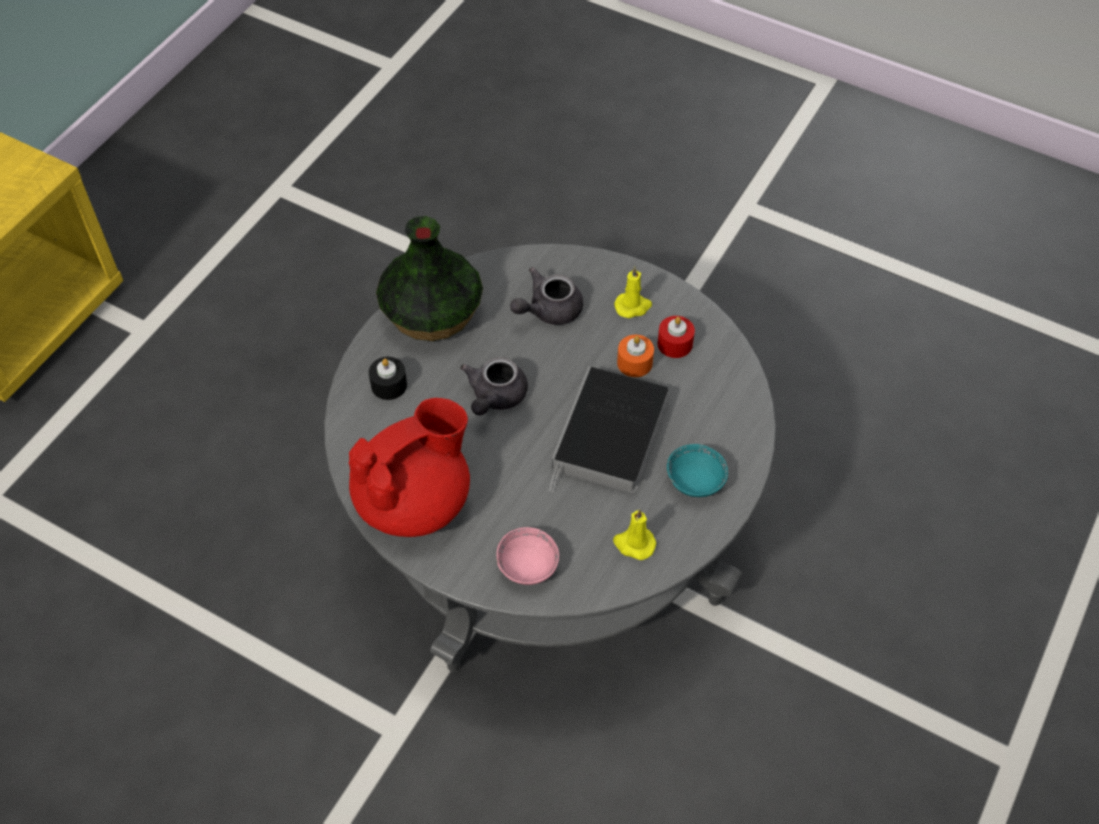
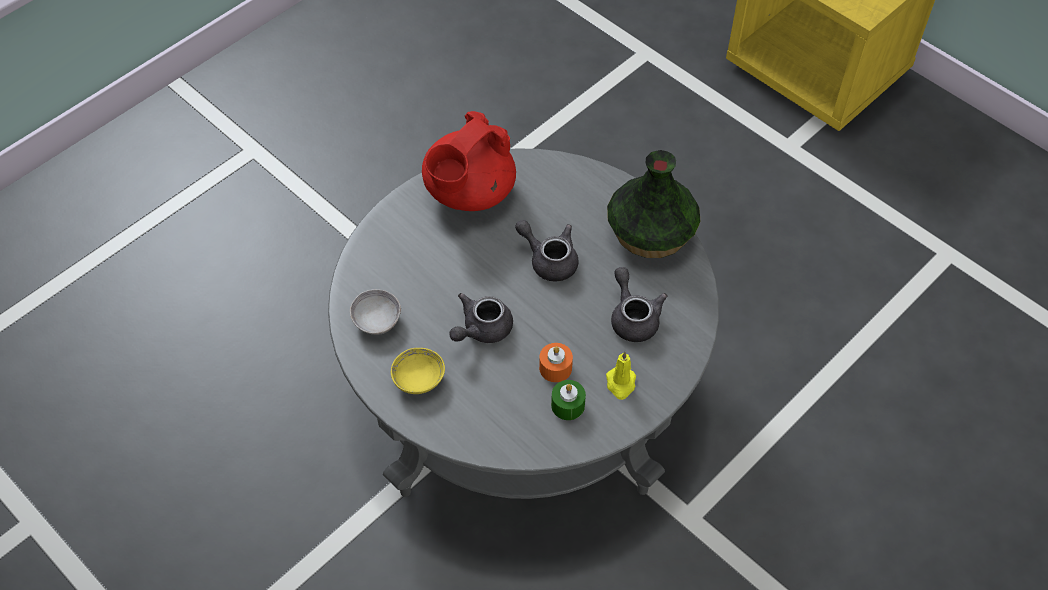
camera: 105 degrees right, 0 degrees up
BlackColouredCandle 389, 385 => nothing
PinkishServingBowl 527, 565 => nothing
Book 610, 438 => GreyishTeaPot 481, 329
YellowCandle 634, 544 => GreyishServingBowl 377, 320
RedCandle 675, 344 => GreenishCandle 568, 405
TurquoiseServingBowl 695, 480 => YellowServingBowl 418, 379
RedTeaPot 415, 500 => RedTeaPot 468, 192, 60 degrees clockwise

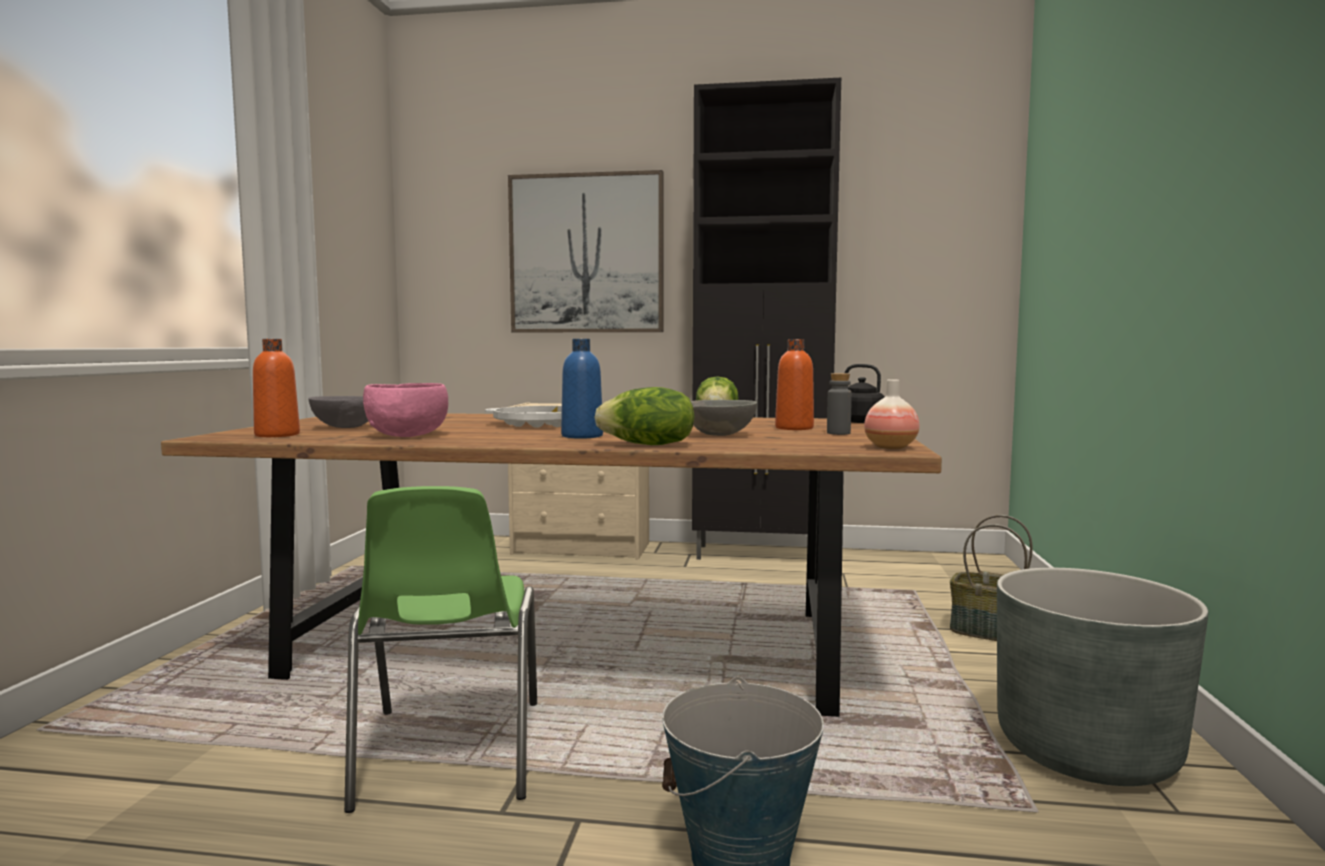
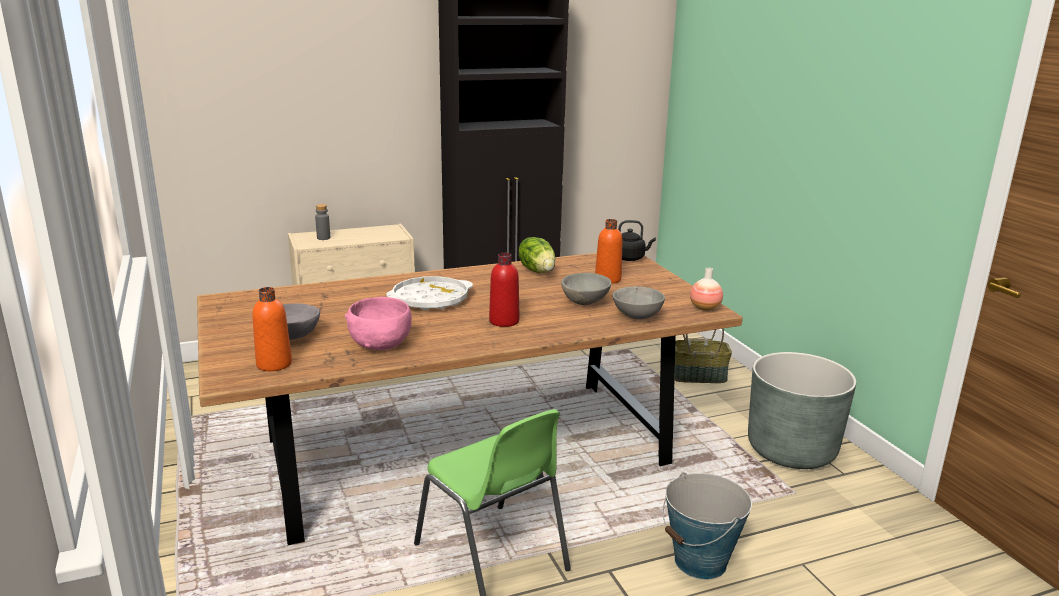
camera: 30 degrees left, 15 degrees up
WallArt 586, 254 => nothing
LettuceHead 648, 445 => nothing
nothing => GreyishServingBowl 636, 317
GreyishBeverageBottle 838, 433 => GreyishBeverageBottle 323, 238, move
BlueBeverageBottle 582, 436 => RedBeverageBottle 504, 321

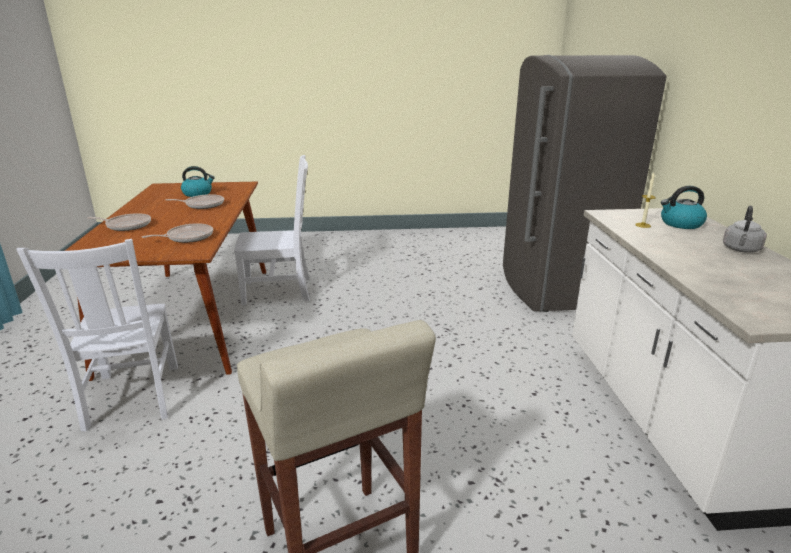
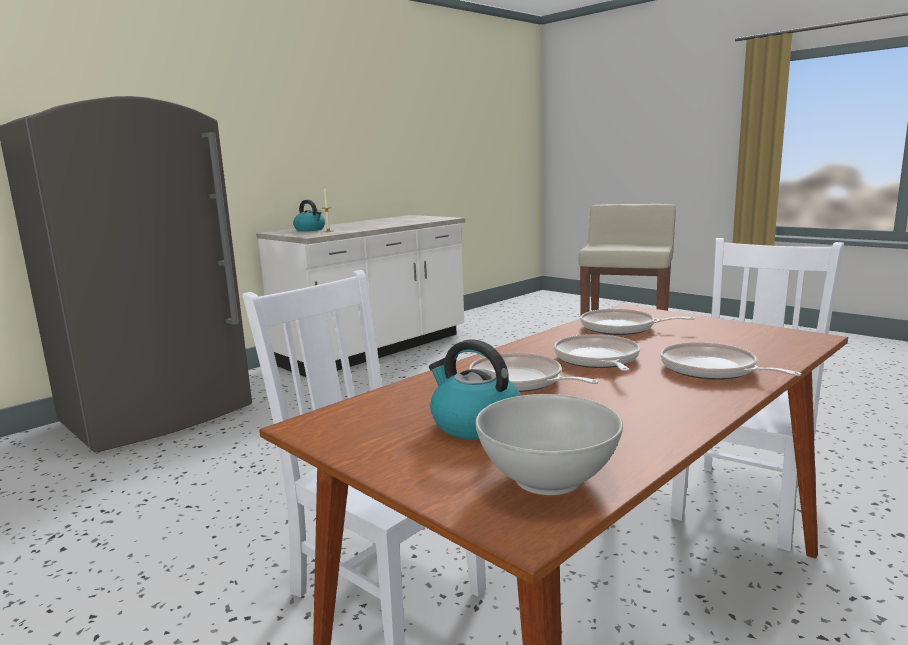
camera: 130 degrees left, 10 degrees down
GreyishTeaKettle 741, 250 => nothing
nothing => WhiteColouredServingBowl 547, 479
nothing => FryingPan 597, 360

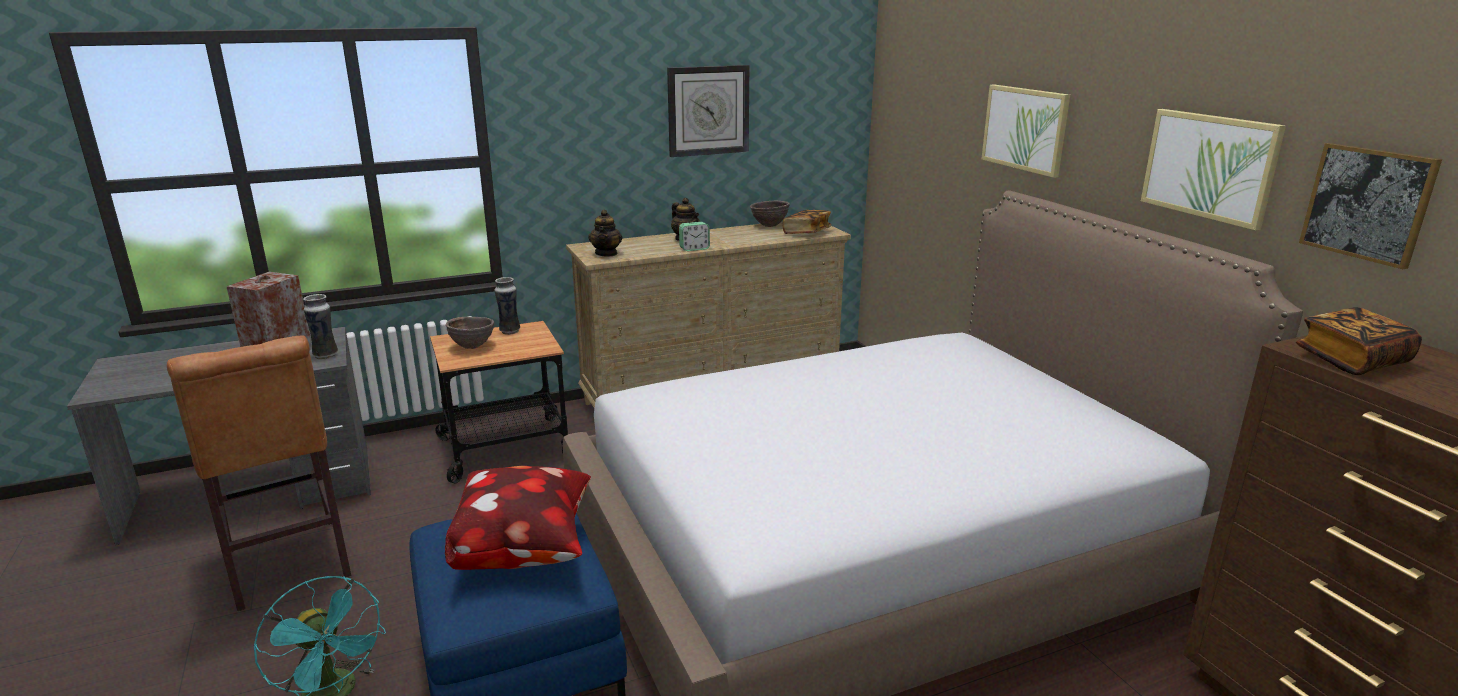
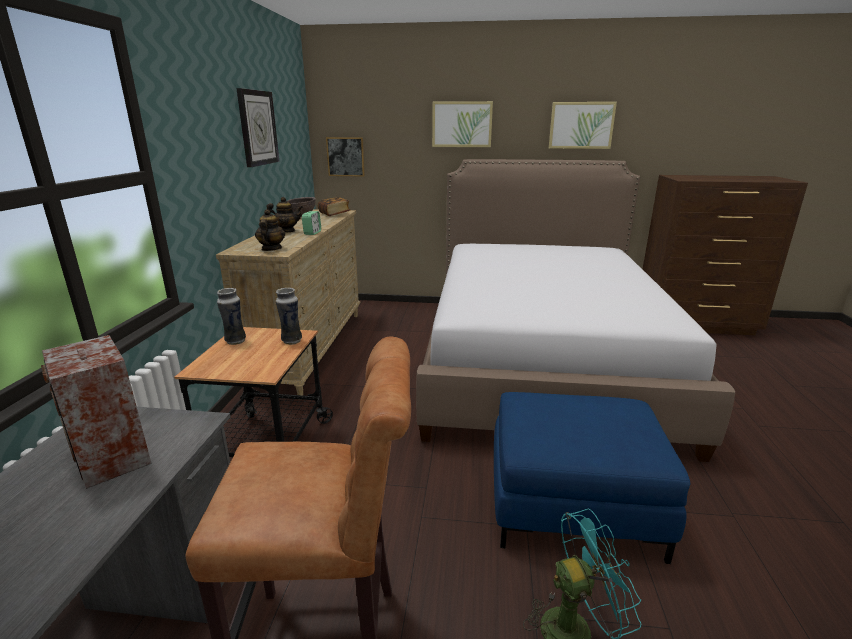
camera: 60 degrees left, 0 degrees up
Pillow 526, 549 => nothing
BrownColouredServingBowl 472, 347 => nothing
Book 1351, 360 => nothing
Vase 326, 355 => Vase 291, 341, move
WallArt 1367, 203 => WallArt 345, 156, move
TeaPot 606, 253 => TeaPot 271, 249, 120 degrees counterclockwise

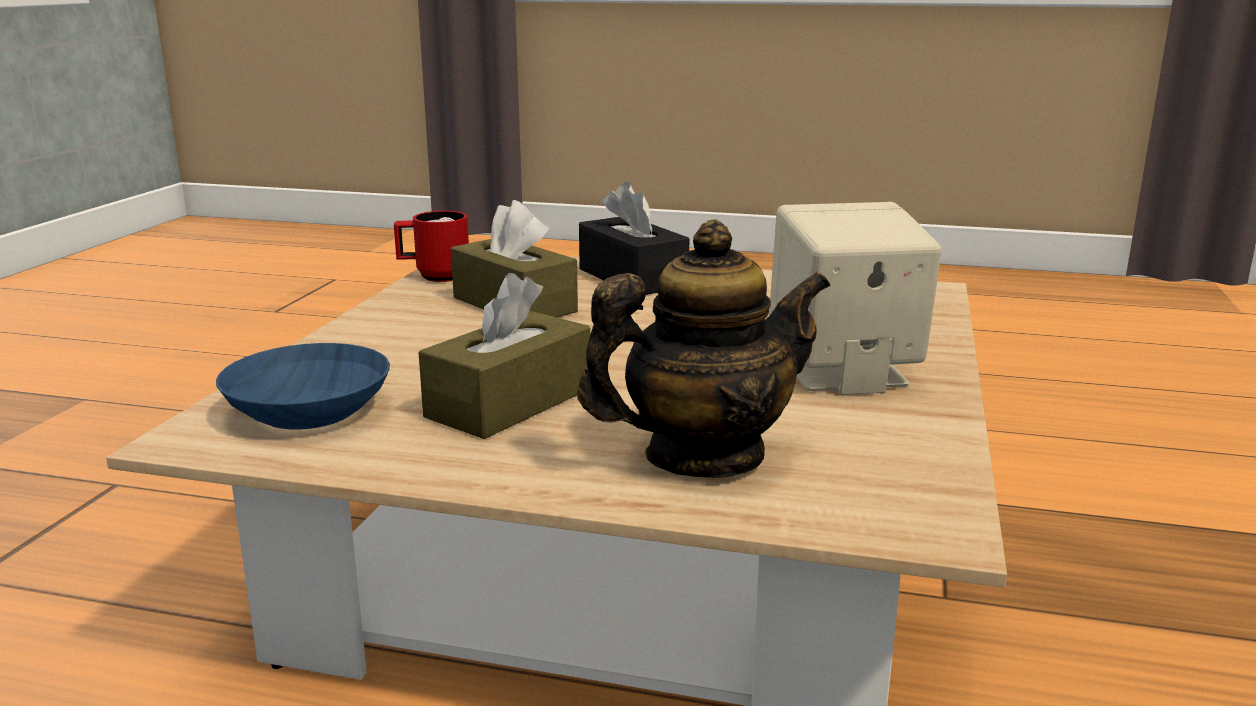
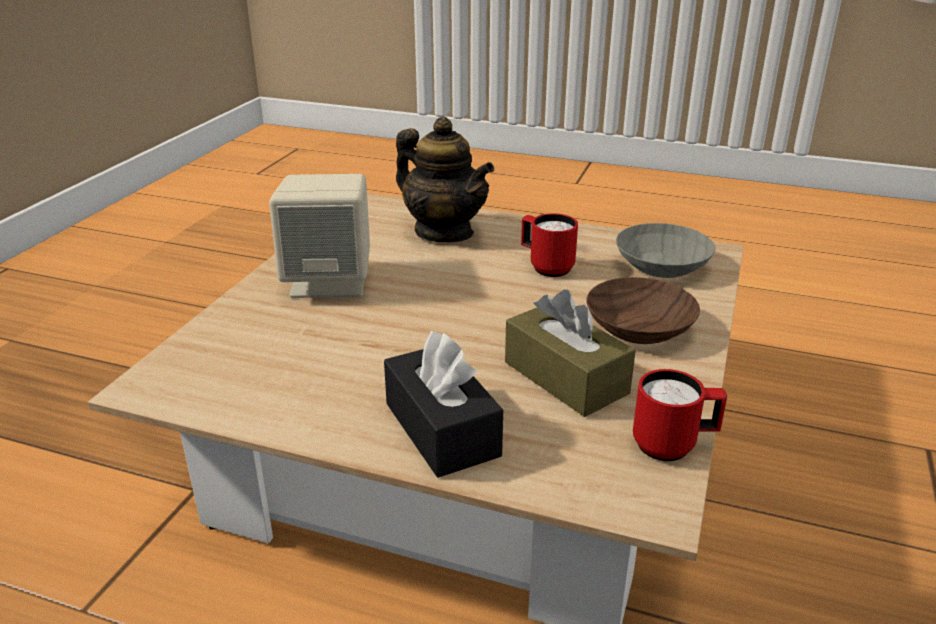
camera: 175 degrees left, 10 degrees up
nothing => BrownColouredServingBowl 641, 327
BrownColouredTissueBox 509, 403 => RedCoffeeMug 546, 267
BlueServingBowl 307, 413 => GreyishServingBowl 662, 264
TeaPot 703, 456 => TeaPot 444, 232, 120 degrees counterclockwise

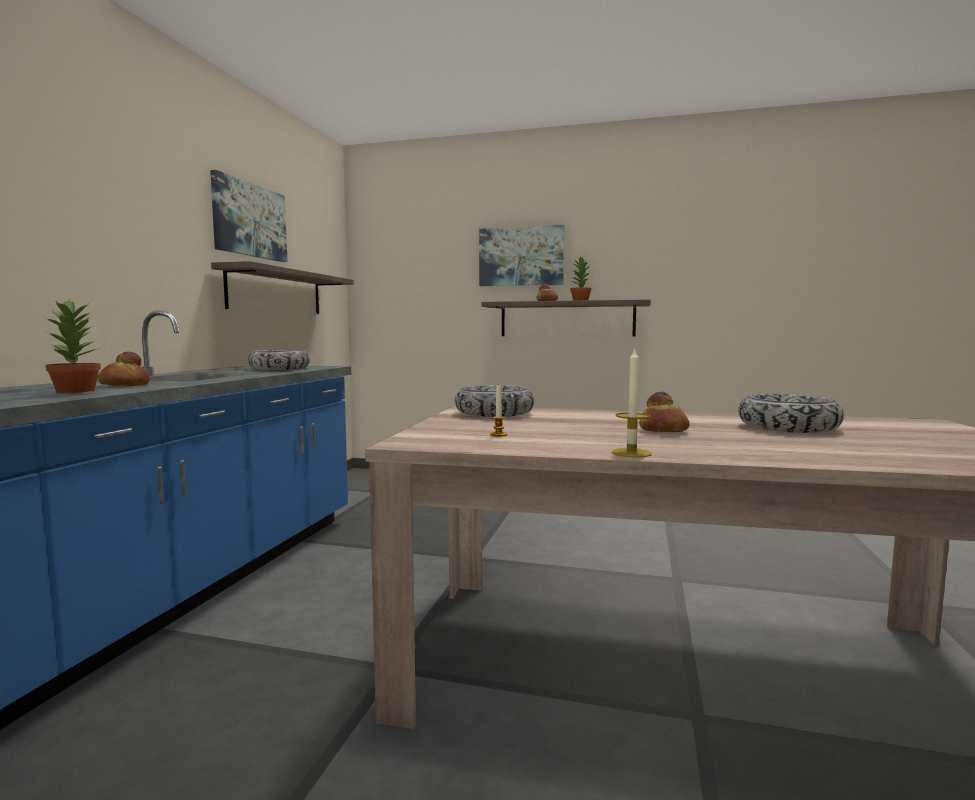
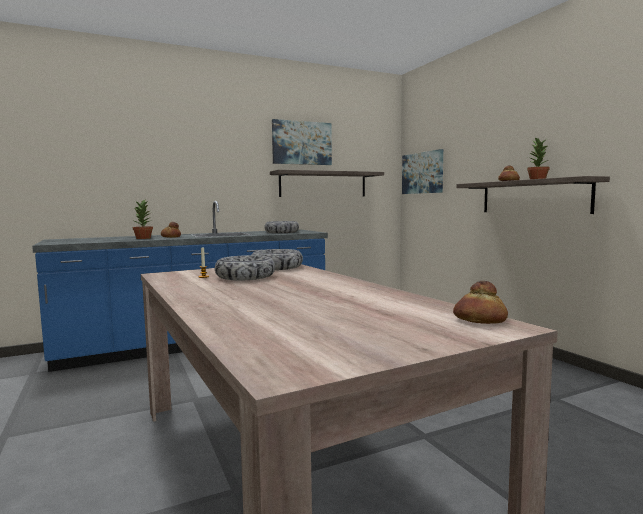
camera: 50 degrees right, 0 degrees up
Candle 631, 453 => nothing
WallArt 521, 256 => WallArt 422, 173, move
BakeryBread 663, 431 => BakeryBread 479, 320, move
ServingBowl 787, 427 => ServingBowl 245, 277, move

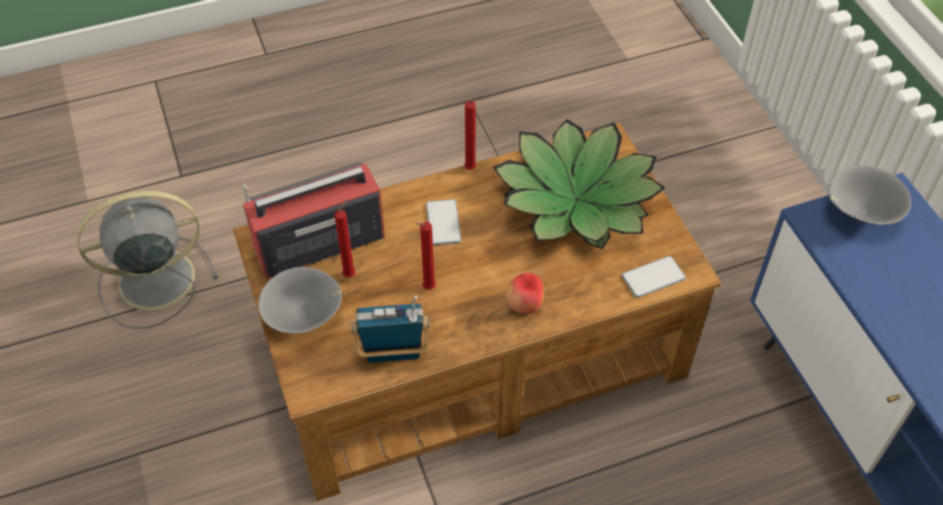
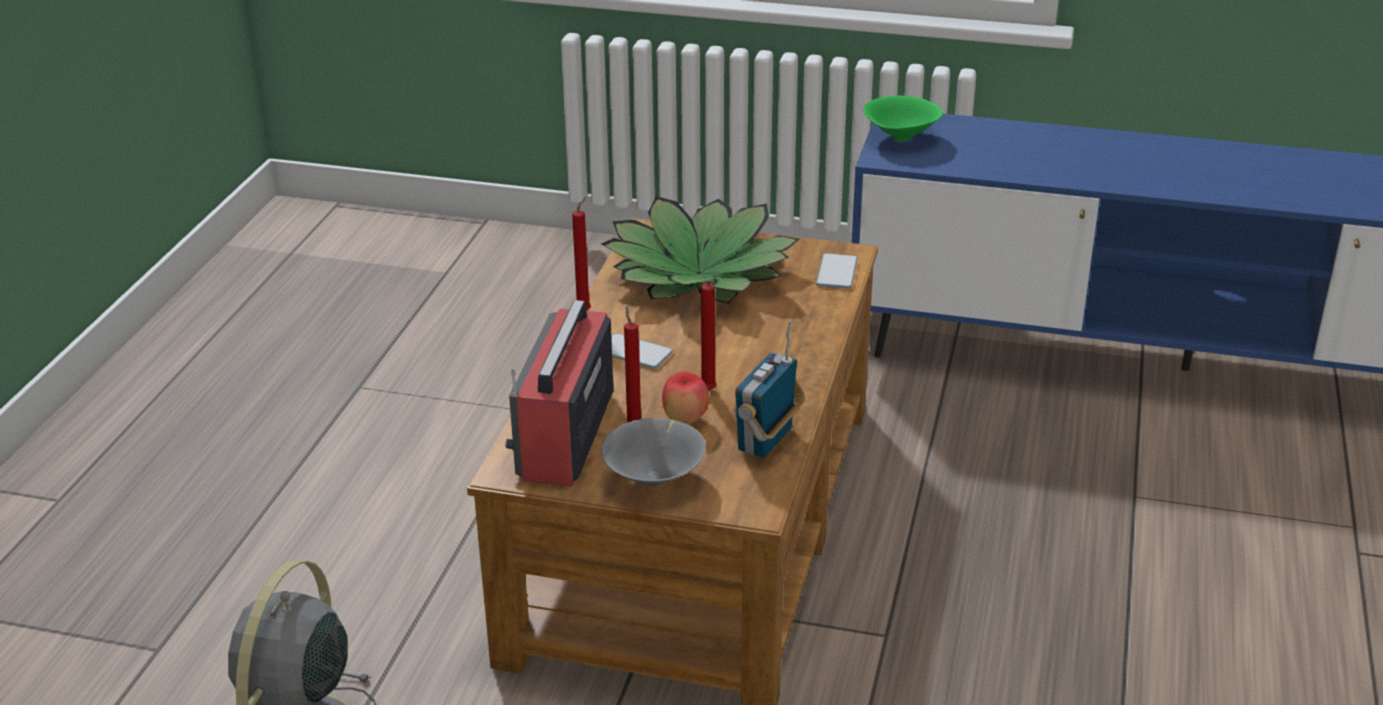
camera: 55 degrees left, 20 degrees down
WholeApple 525, 306 => WholeApple 685, 420, move
GreyishServingBowl 860, 213 => GreenishServingBowl 899, 138

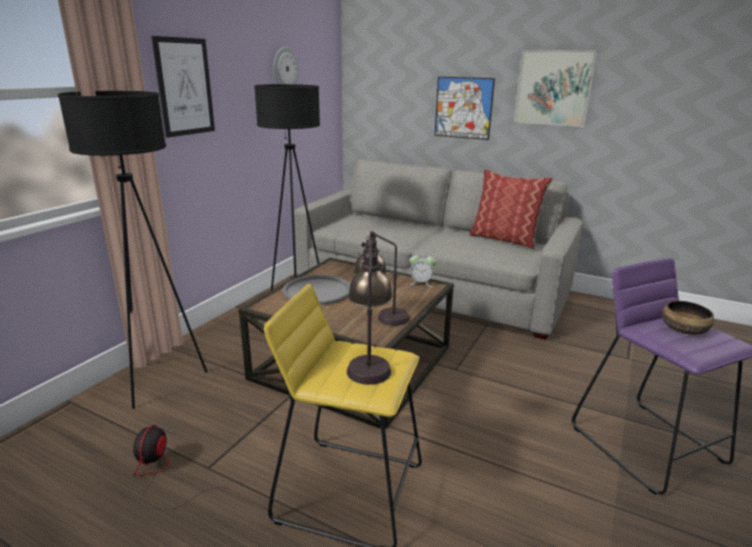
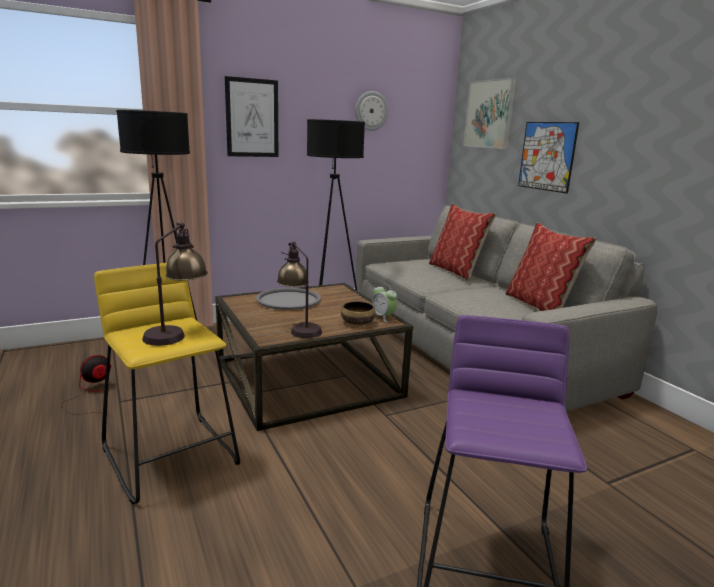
camera: 35 degrees right, 5 degrees down
nothing => Pillow 456, 271
WallArt 553, 88 => WallArt 489, 114, move
ServingBowl 683, 329 => ServingBowl 358, 322, move

